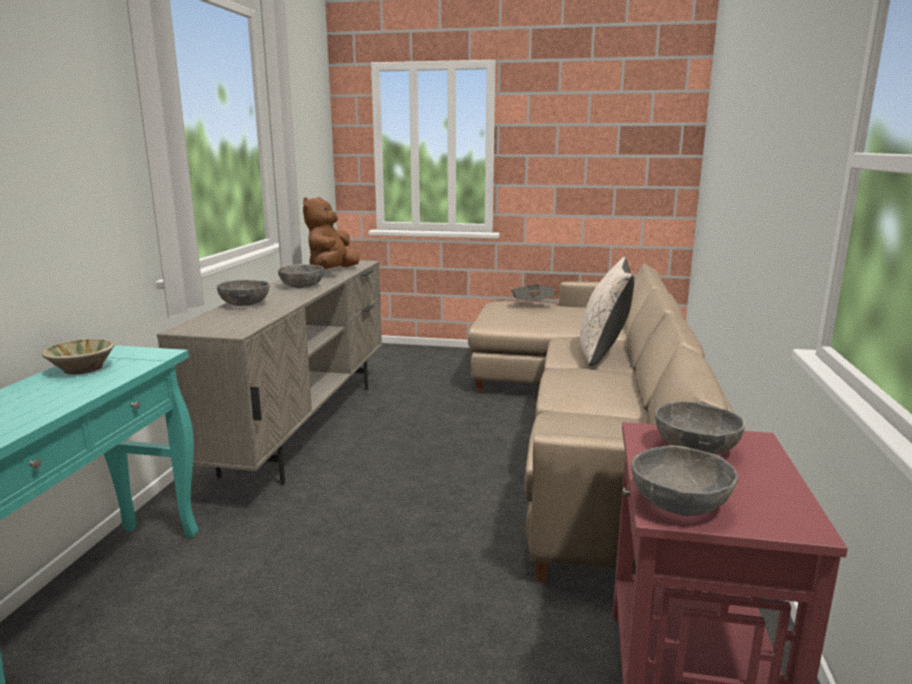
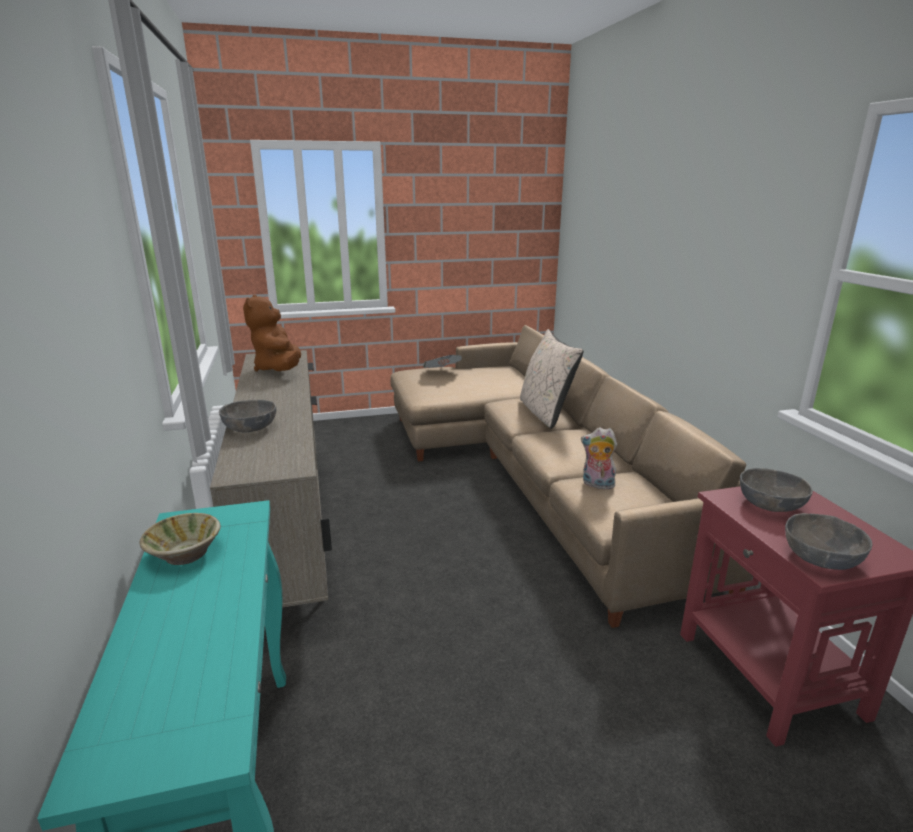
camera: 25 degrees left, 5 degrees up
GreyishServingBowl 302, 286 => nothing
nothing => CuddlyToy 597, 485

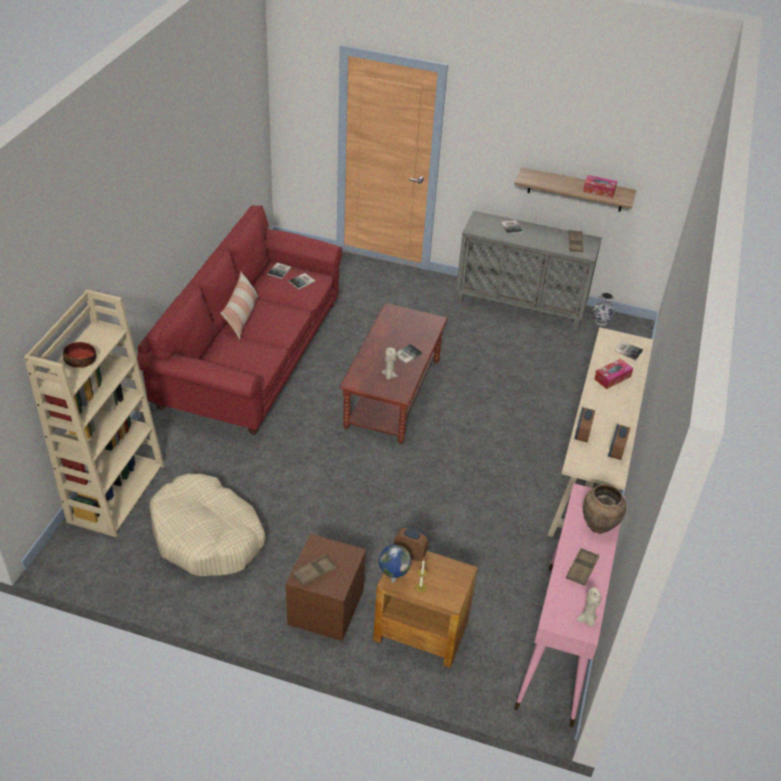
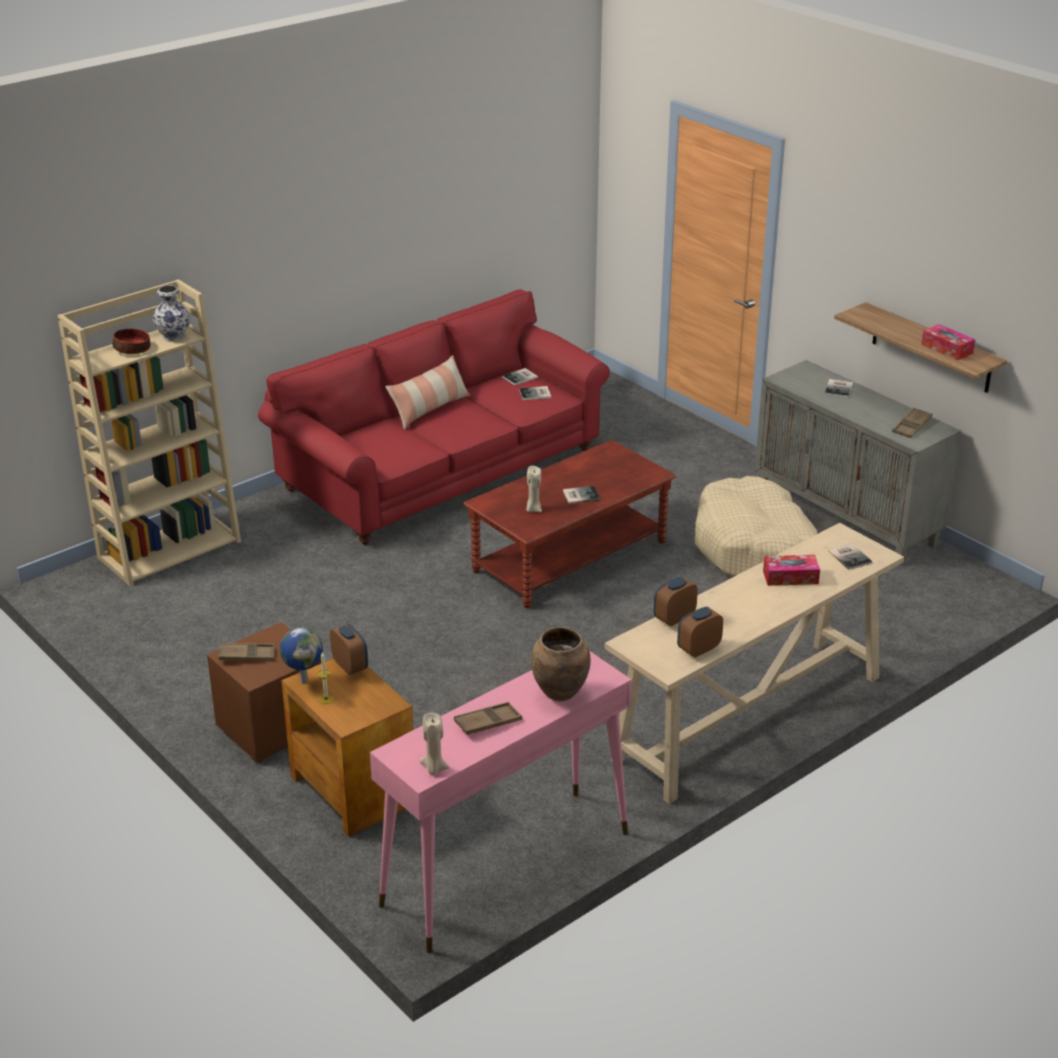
camera: 35 degrees right, 10 degrees down
SandColouredDogCushion 207, 536 => SandColouredDogCushion 754, 548, move
Vase 601, 321 => Vase 174, 337, move

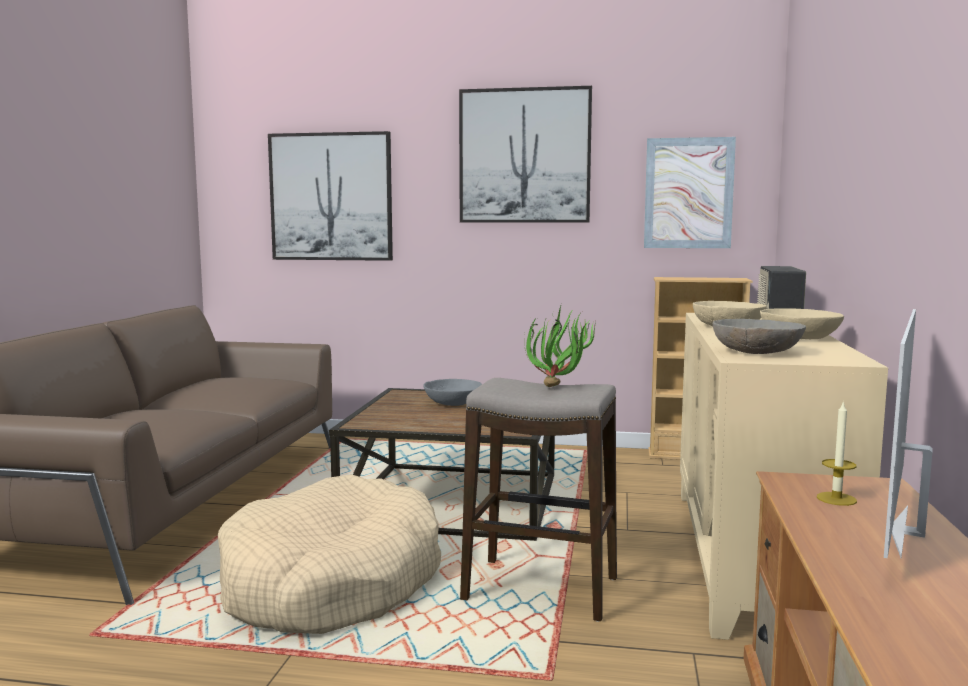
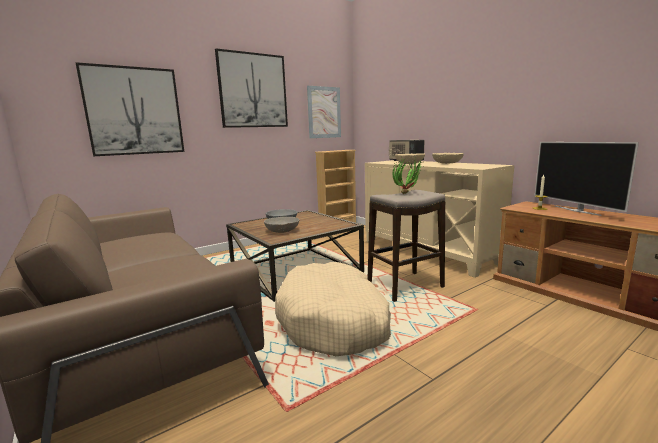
camera: 45 degrees left, 5 degrees up
GreyishServingBowl 757, 352 => GreyishServingBowl 282, 231, move

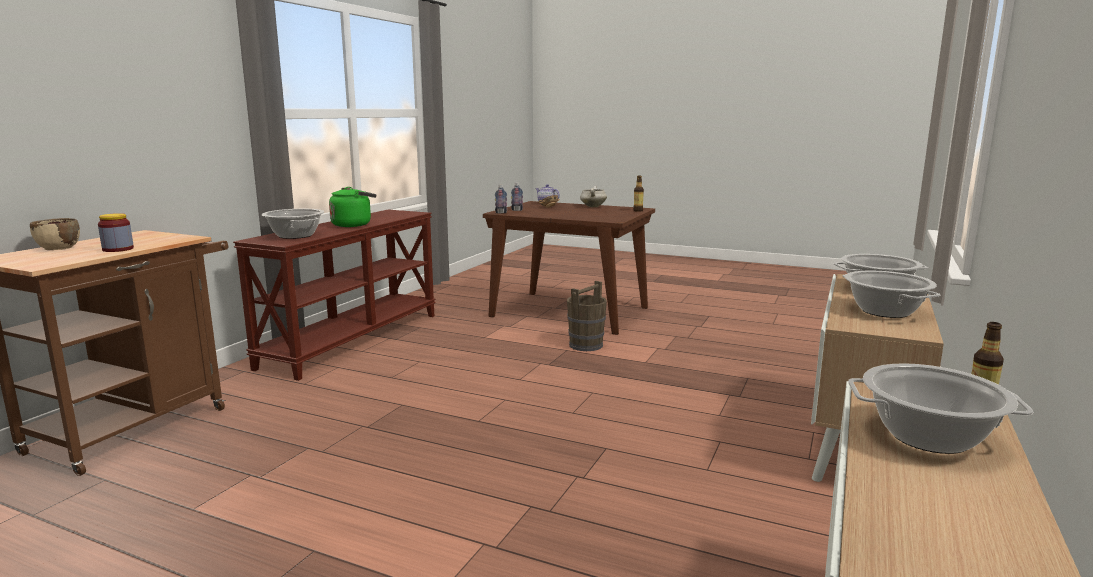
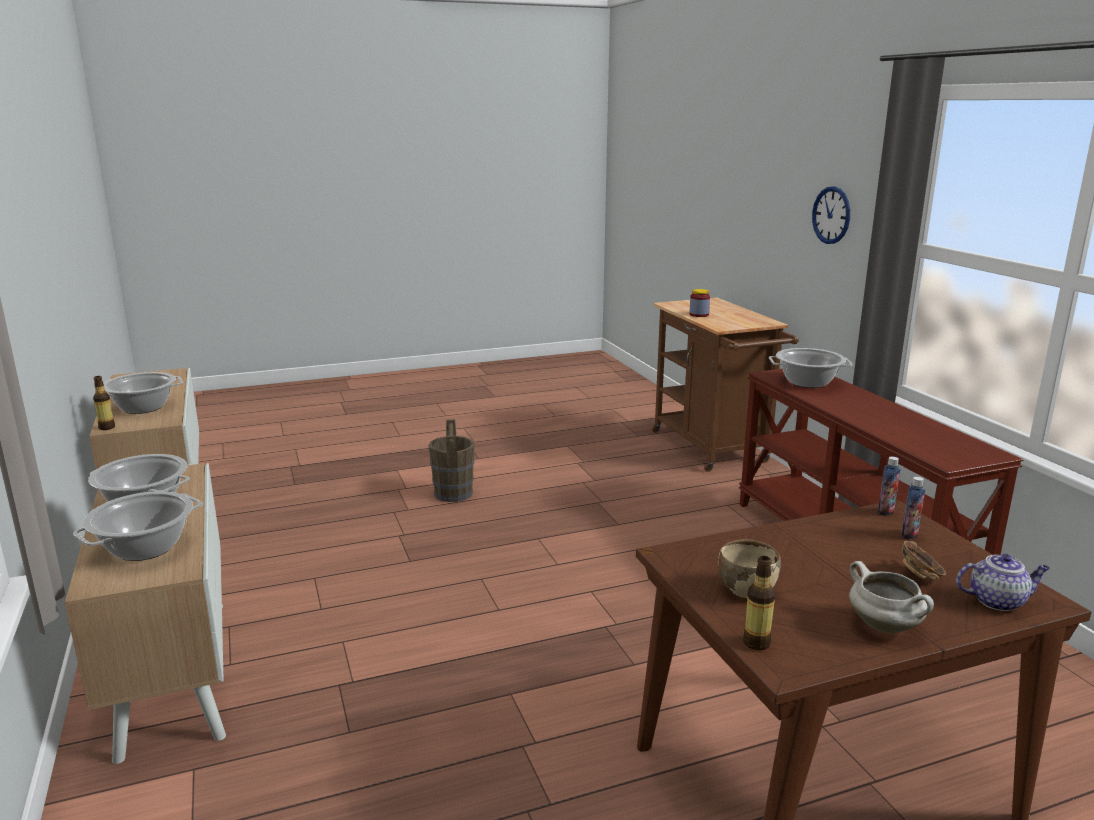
camera: 135 degrees right, 5 degrees up
GreenishTeaKettle 353, 225 => nothing
nothing => ClockOnTheWall 831, 215
SandColouredServingBowl 58, 248 => SandColouredServingBowl 746, 589, move
BrownColouredPail 585, 345 => BrownColouredPail 453, 493, move

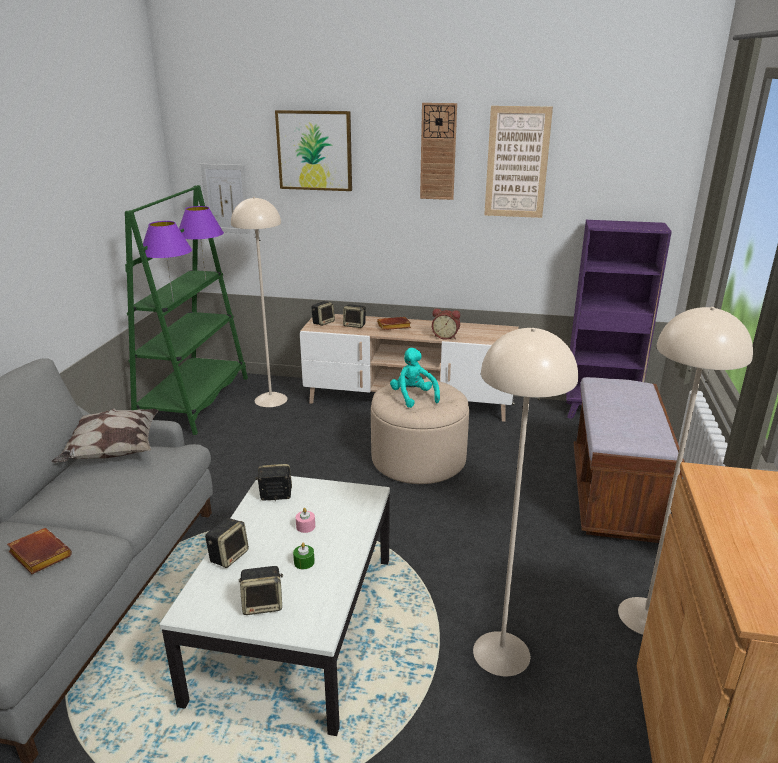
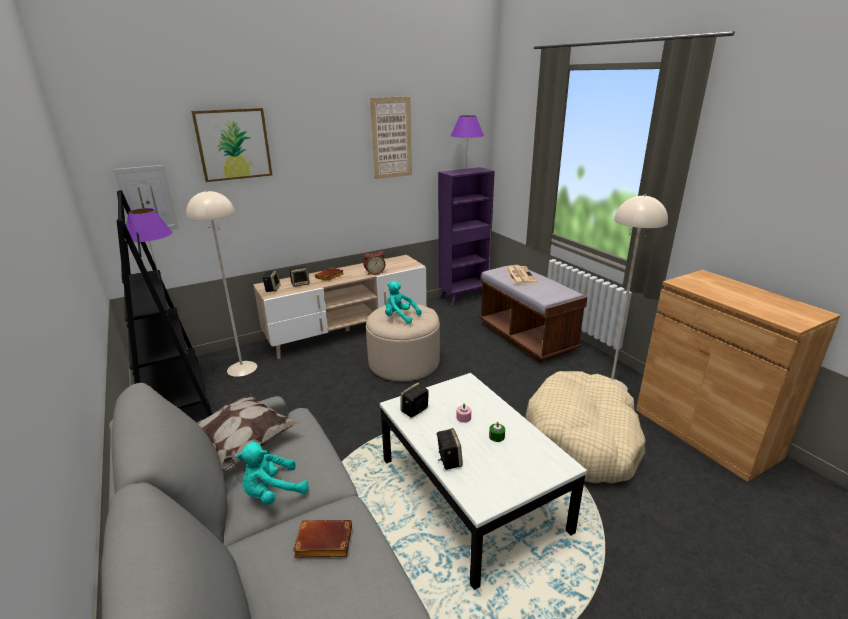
camera: 40 degrees left, 0 degrees up
AudioSpeaker 263, 604 => nothing
ClockOnTheWall 438, 152 => nothing
nothing => TurquoiseCuddlyToy 272, 493
nothing => Newspaper 520, 275
PurpleColouredTabletopLamp 173, 301 => PurpleColouredTabletopLamp 466, 171, move
SandColouredStandardLamp 501, 652 => SandColouredDogCushion 583, 439
GreenishBookcase 194, 402 => BlackColouredBookcase 173, 397

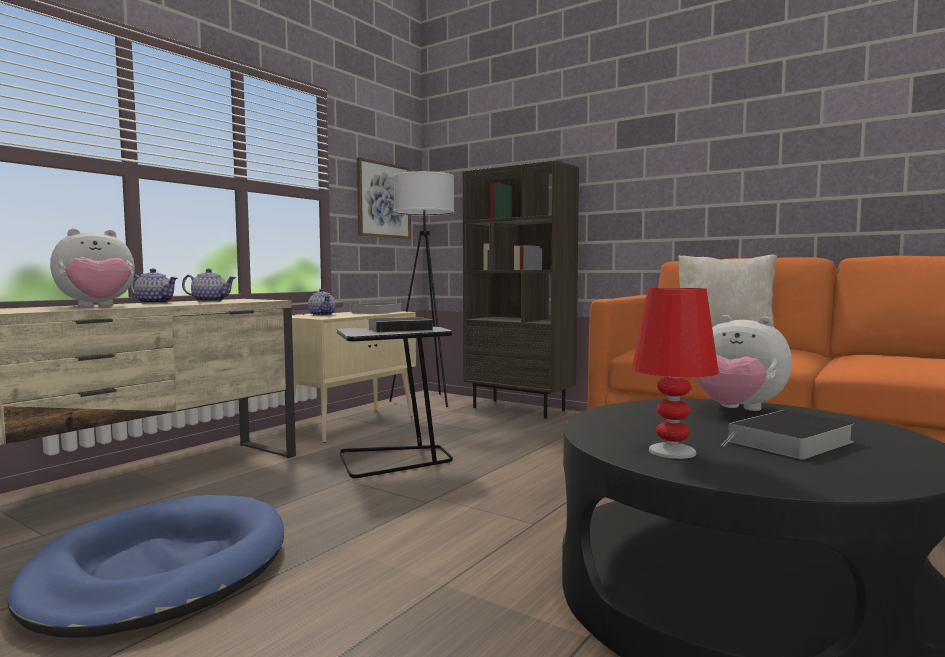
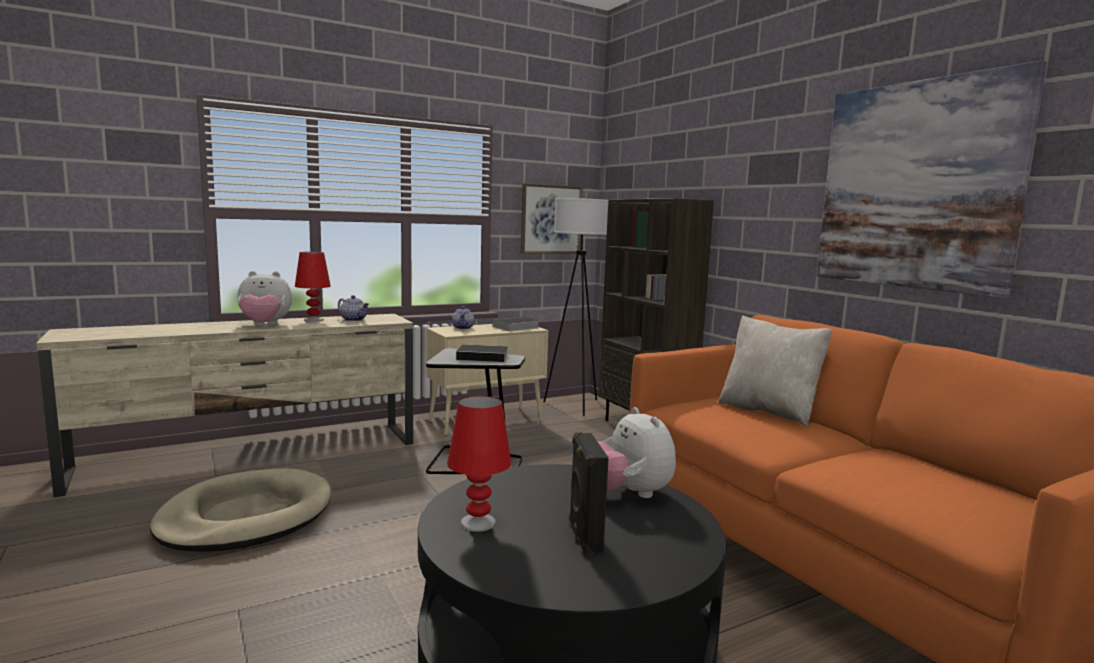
camera: 25 degrees right, 5 degrees up
nothing => WallArt 916, 185
TeaPot 155, 303 => RedTabletopLamp 313, 320
Book 790, 442 => BlackColouredAudioSpeaker 583, 537
BlueDogCushion 161, 570 => SandColouredDogCushion 246, 517

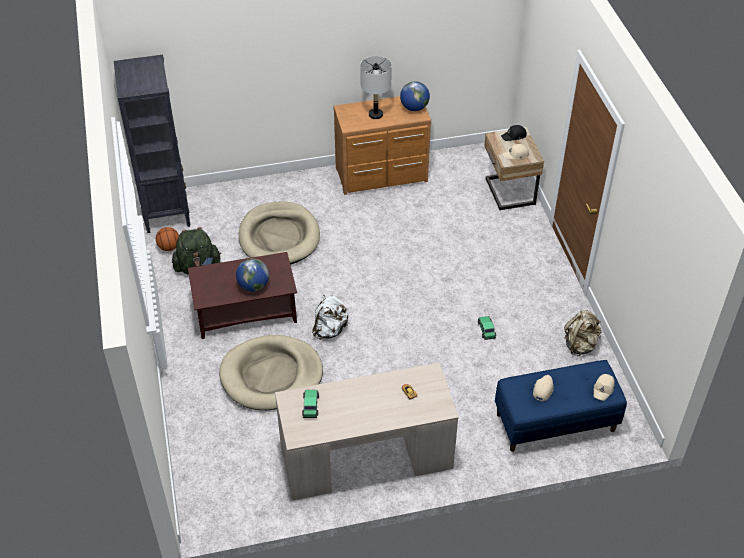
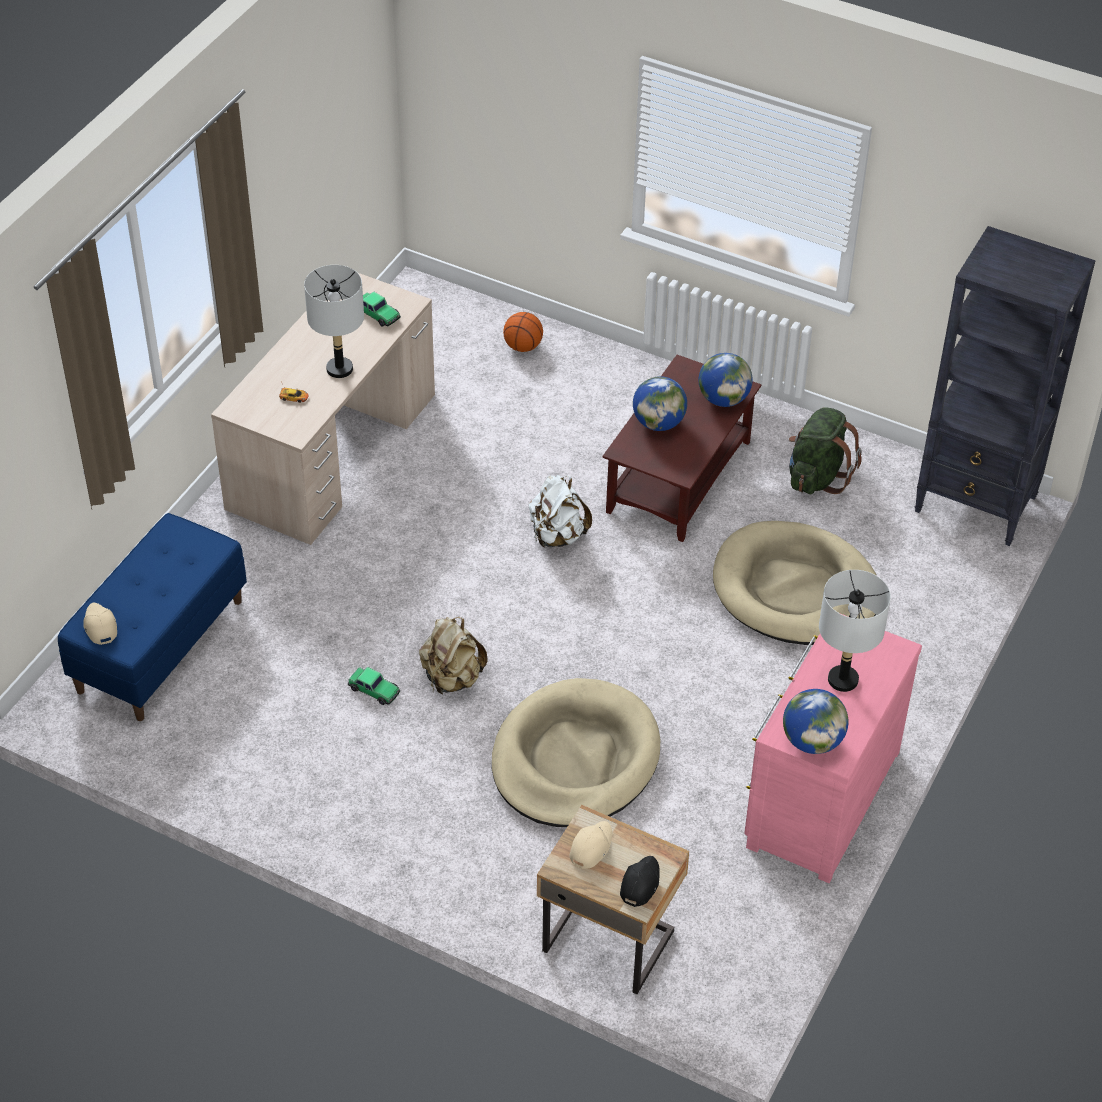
camera: 130 degrees right, 0 degrees up
SandColouredPeakedCap 543, 389 => nothing
nothing => GreyishTabletopLamp 339, 369
nothing => DeskGlobe 723, 399
BasketballBall 169, 247 => BasketballBall 523, 346, move
SandColouredDogCushion 271, 375 => SandColouredDogCushion 575, 759, move
SandColouredBackpack 580, 345 => SandColouredBackpack 452, 678, move
BrownColouredDrawerChest 382, 176 => PinkishDrawerChest 818, 798

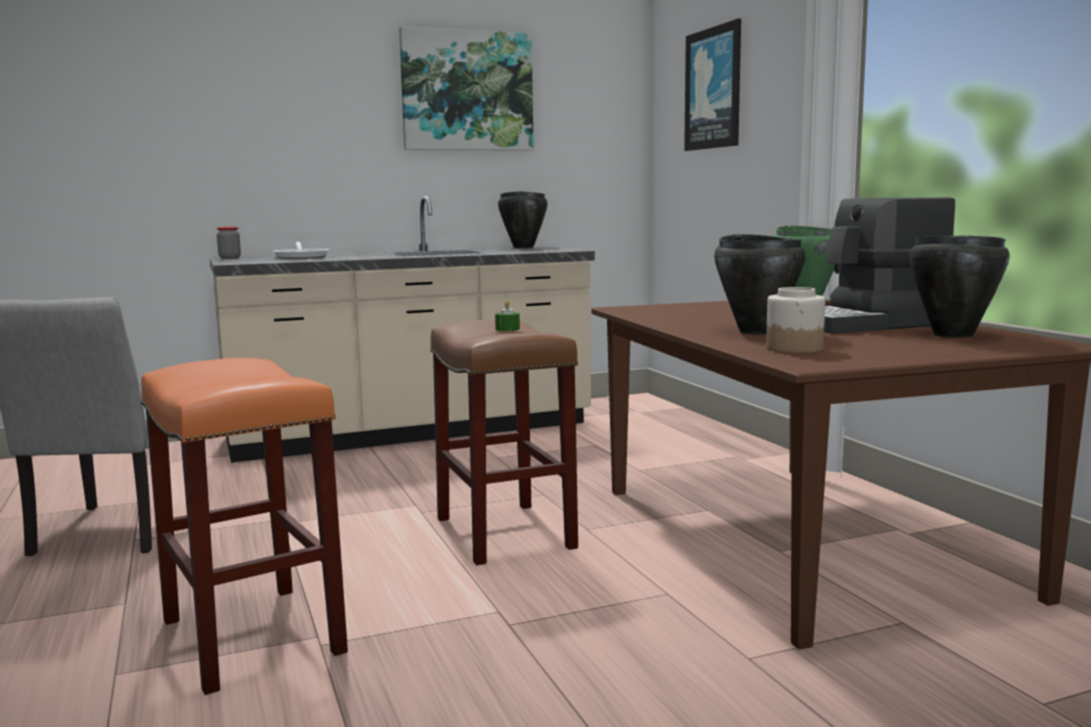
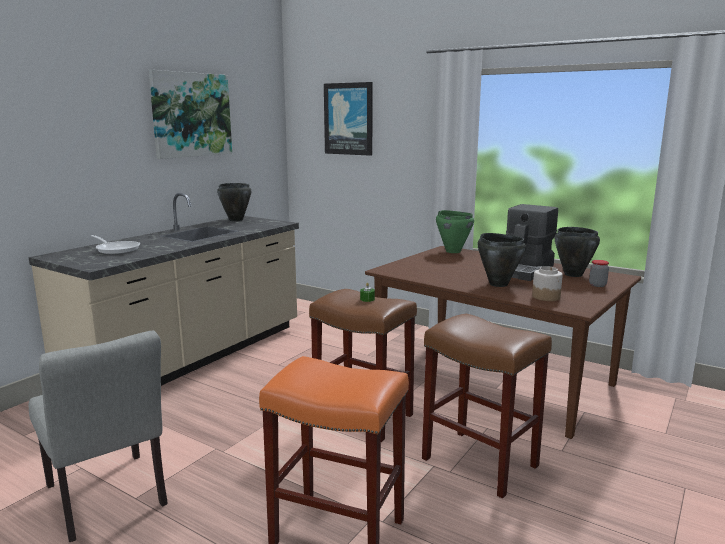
camera: 35 degrees left, 5 degrees up
nothing => BrownColouredStool 478, 462
Jar 230, 258 => Jar 597, 285, move

